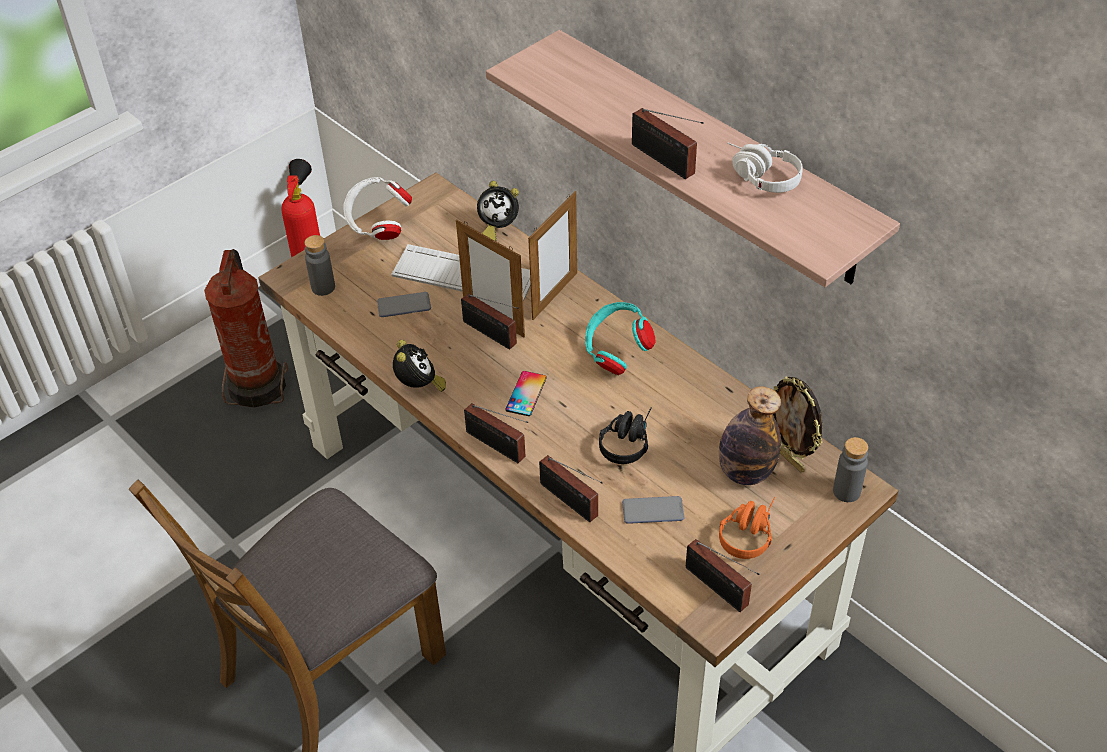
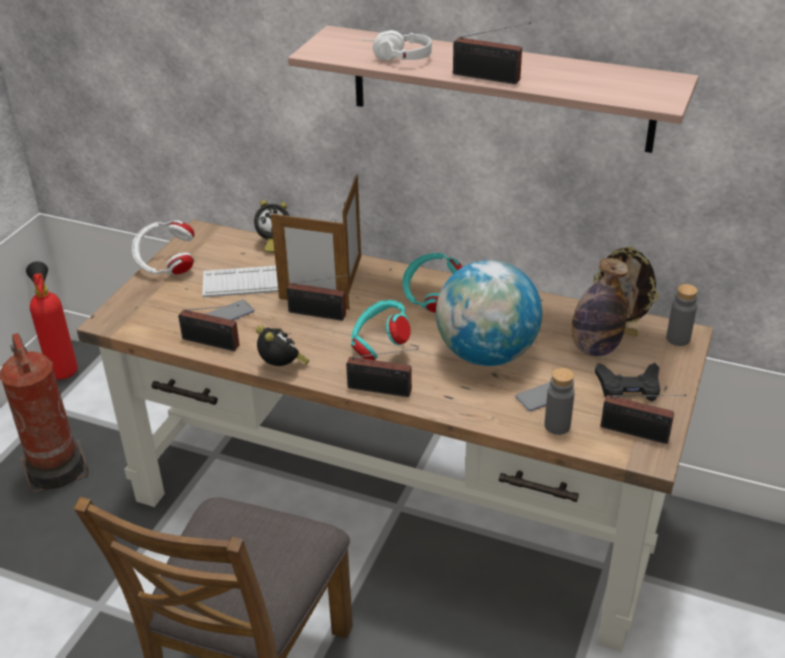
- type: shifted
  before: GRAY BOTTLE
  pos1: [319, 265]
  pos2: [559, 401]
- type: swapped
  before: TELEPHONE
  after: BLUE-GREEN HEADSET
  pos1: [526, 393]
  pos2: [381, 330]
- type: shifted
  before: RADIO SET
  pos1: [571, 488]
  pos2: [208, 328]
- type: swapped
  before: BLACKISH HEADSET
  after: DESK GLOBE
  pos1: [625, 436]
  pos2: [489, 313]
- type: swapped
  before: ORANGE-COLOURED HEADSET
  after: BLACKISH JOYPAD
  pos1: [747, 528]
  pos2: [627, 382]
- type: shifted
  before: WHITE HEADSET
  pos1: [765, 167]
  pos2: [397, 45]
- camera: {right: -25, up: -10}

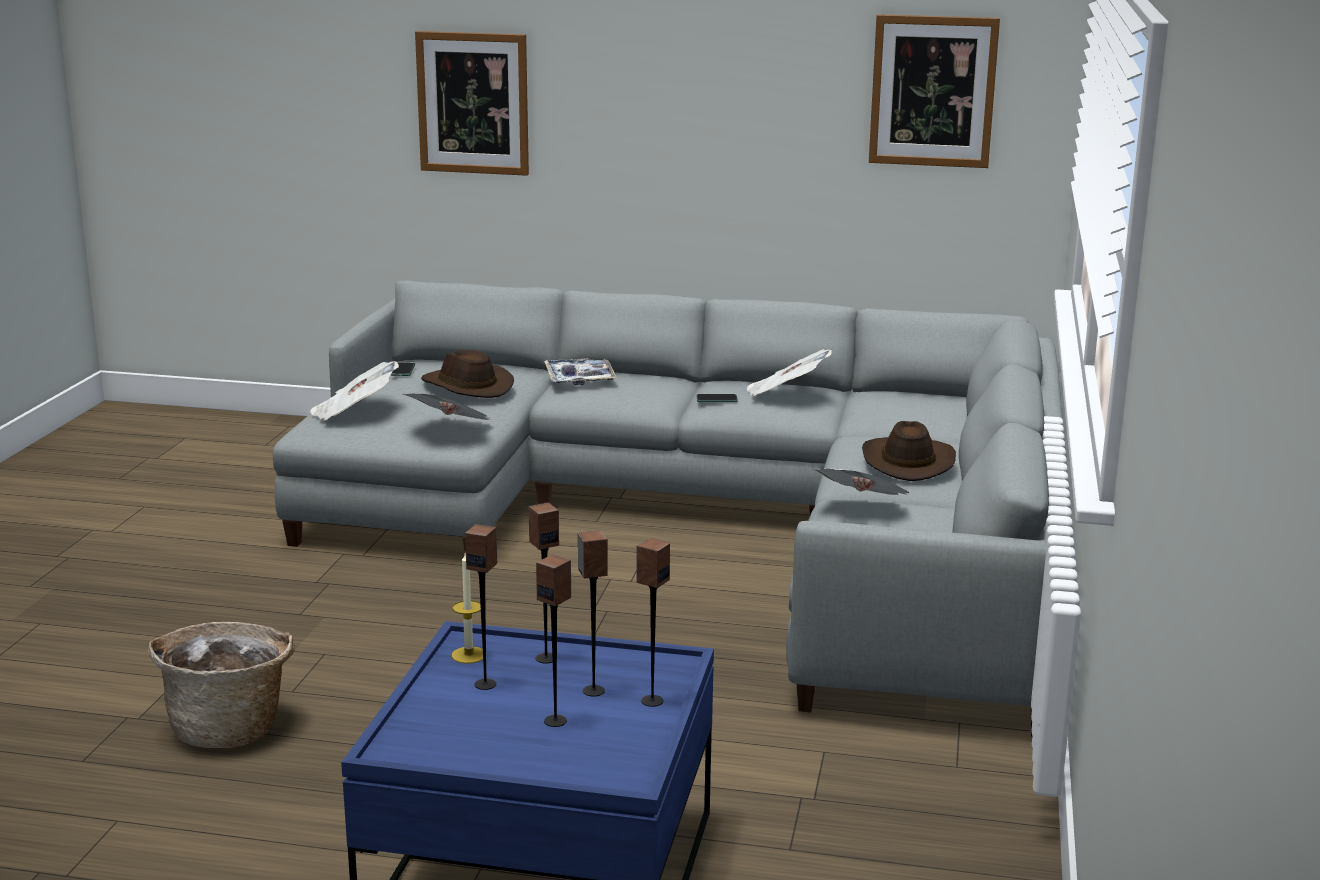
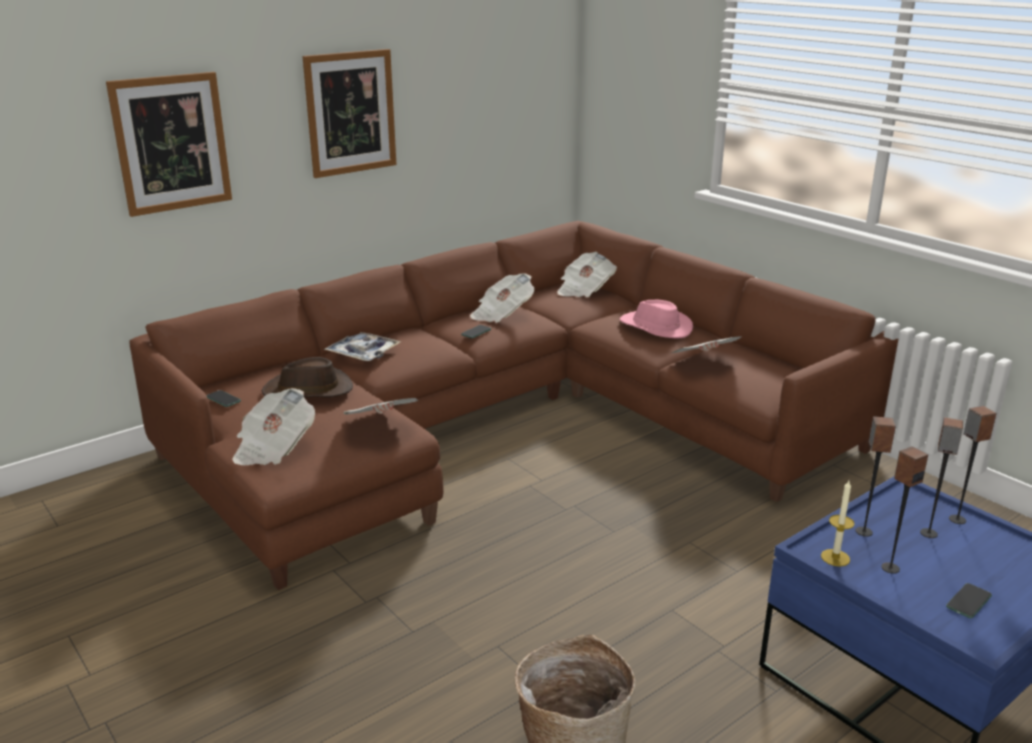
- type: repainted
  before: GRAY SETTEE
  after: BROWN SETTEE
  pos1: [673, 508]
  pos2: [514, 405]
- type: gone
  before: SPEAKER
  pos1: [553, 640]
- type: repainted
  before: BROWN CLOTHING HAT
  after: PINKISH CLOTHING HAT
  pos1: [909, 451]
  pos2: [656, 319]
- type: shifted
  before: WALL ART
  pos1: [934, 91]
  pos2: [349, 113]
- type: new
  after: DAILY PAPER
  pos2: [587, 274]
- type: new
  after: TELEPHONE
  pos2: [969, 600]
- camera: {right: -50, up: 5}

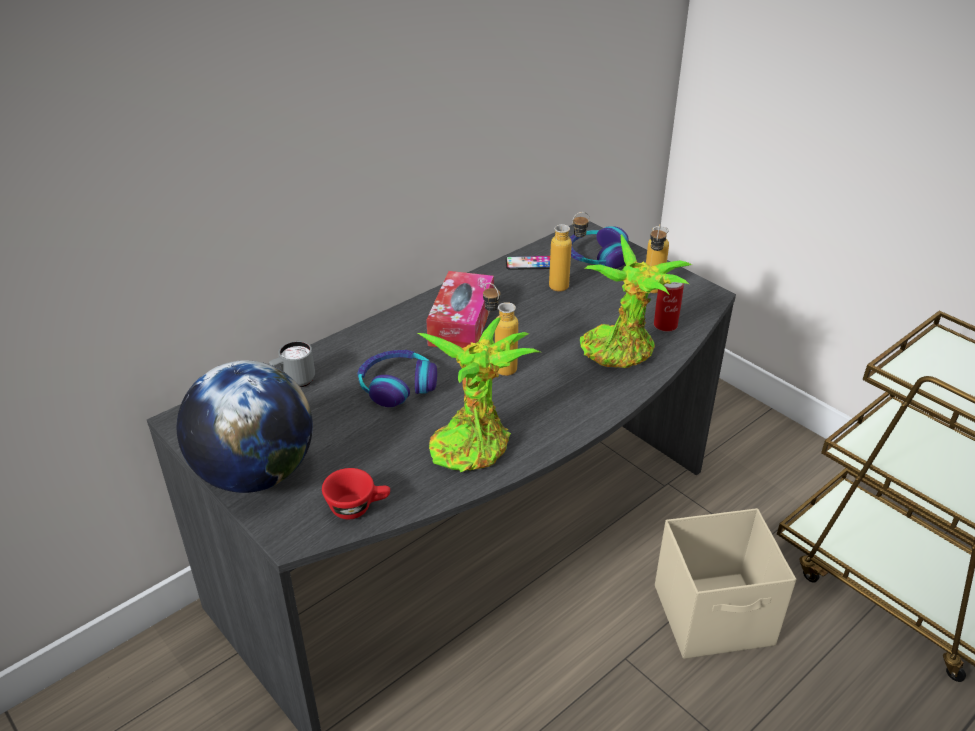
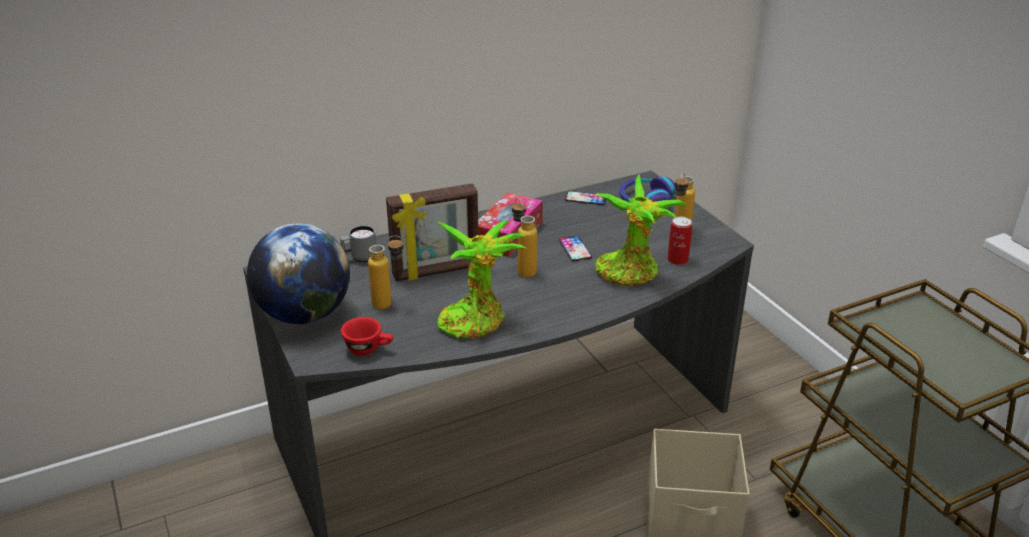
- type: swapped
  before: HEADSET
  after: PICTURE FRAME
  pos1: [397, 378]
  pos2: [432, 232]
- type: shifted
  before: BOTTLE
  pos1: [569, 251]
  pos2: [386, 272]
- type: new
  after: TELEPHONE
  pos2: [575, 248]
- camera: {right: 15, up: -5}

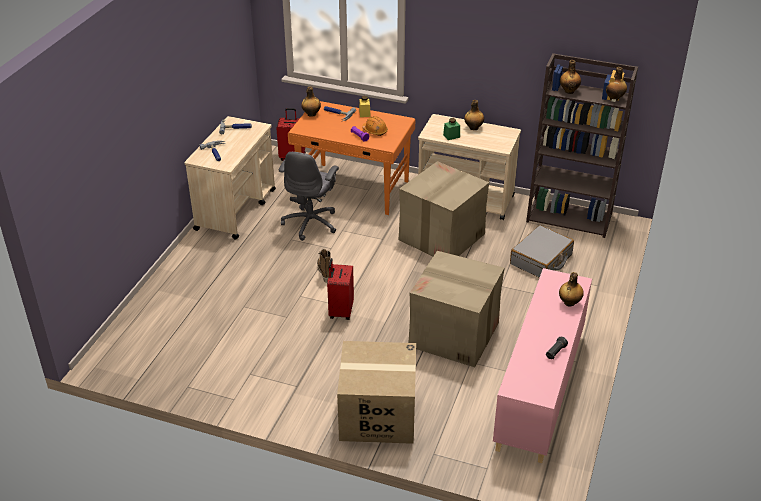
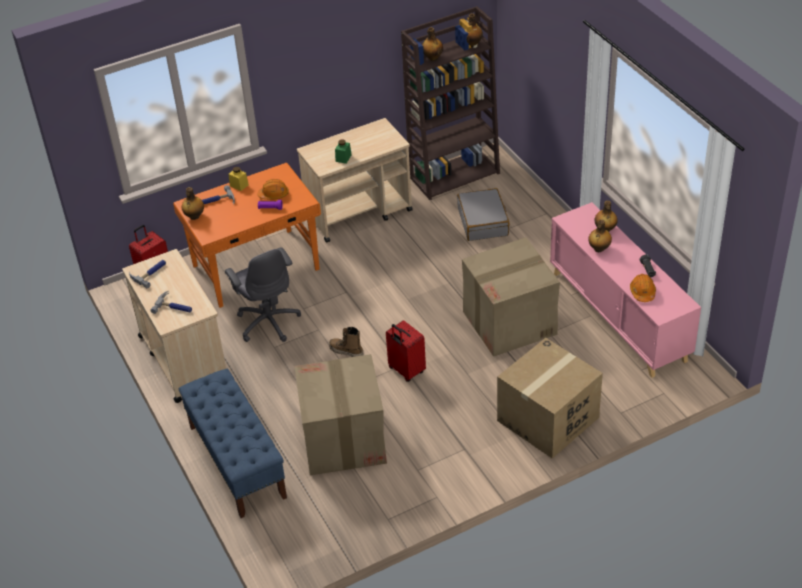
- type: shifted
  before: PACKING BOX
  pos1: [444, 208]
  pos2: [340, 414]
- type: shifted
  before: BOTTLE
  pos1: [474, 115]
  pos2: [600, 235]
- type: new
  after: BLUISH LONG SEAT
  pos2: [233, 443]
- type: new
  after: ORANGE-COLOURED SAFETY HELMET
  pos2: [643, 288]
- camera: {right: -45, up: 5}

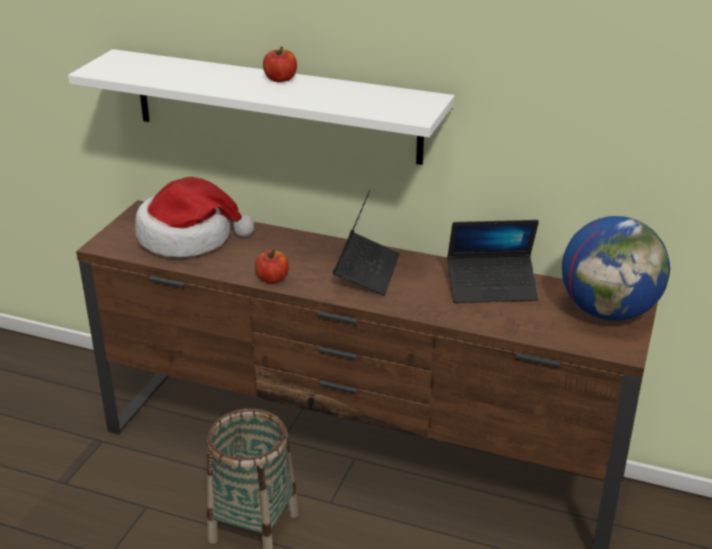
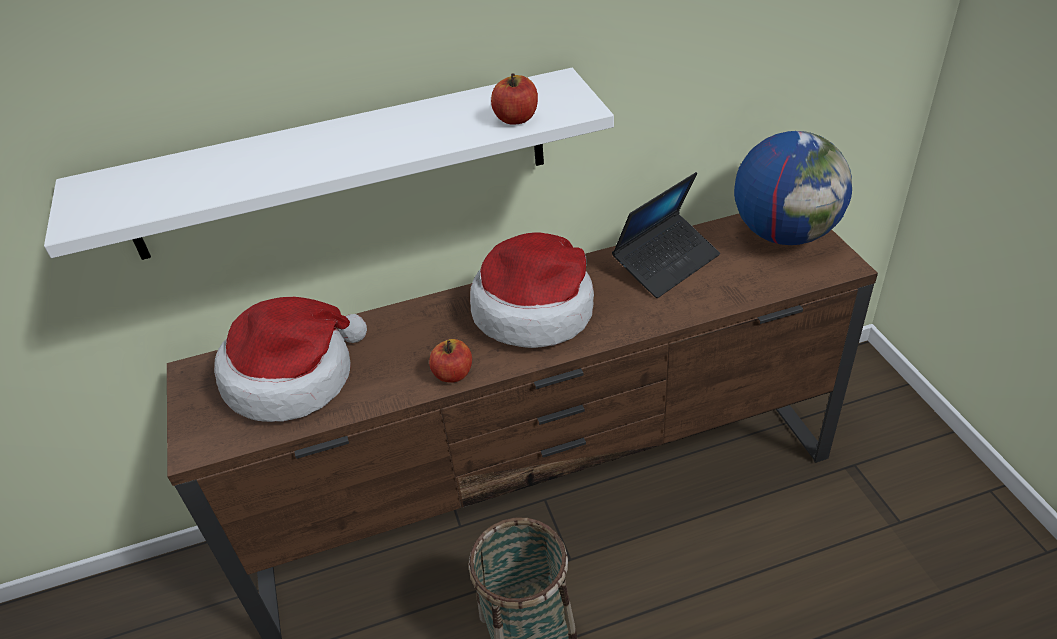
- type: shifted
  before: APPLE
  pos1: [280, 64]
  pos2: [514, 98]
- type: swapped
  before: LAPTOP
  after: CLOTHING HAT
  pos1: [366, 243]
  pos2: [532, 290]
- camera: {right: -35, up: 10}

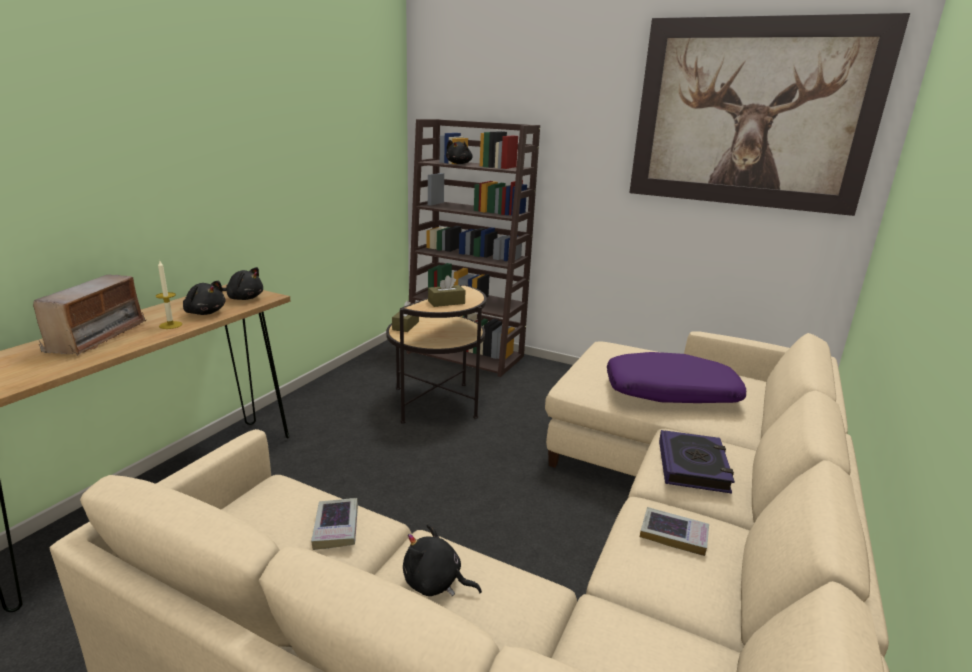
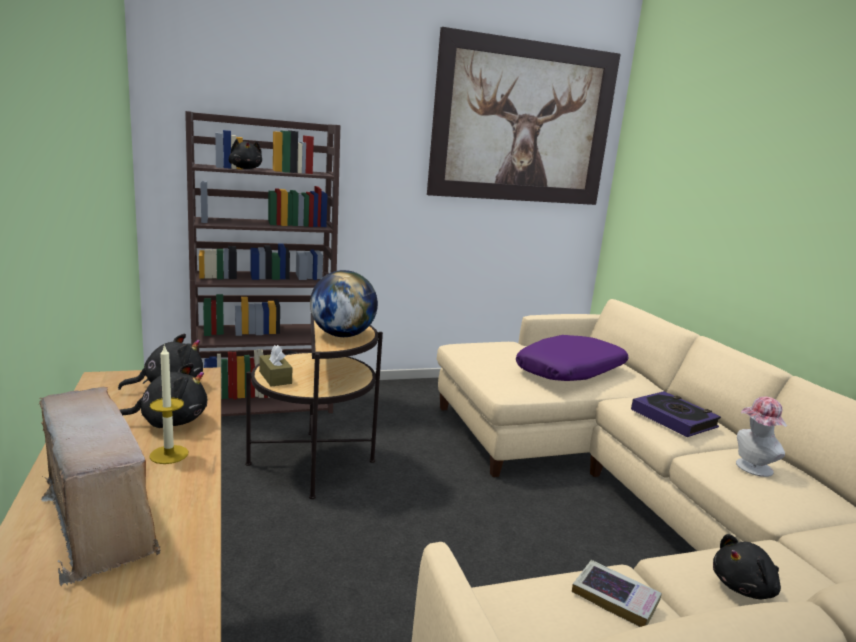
- type: swapped
  before: BROWN BOX OF TISSUES
  after: DESK GLOBE
  pos1: [447, 291]
  pos2: [344, 303]
- type: swapped
  before: BOUND BOOK
  after: CLOTHING HAT
  pos1: [674, 531]
  pos2: [761, 436]
- camera: {right: -45, up: -5}

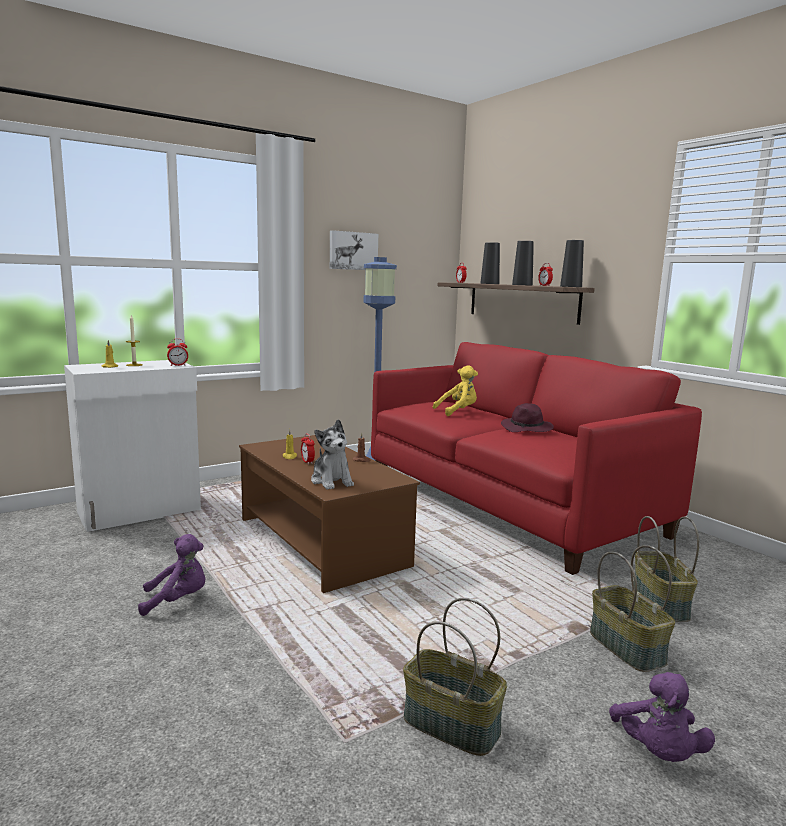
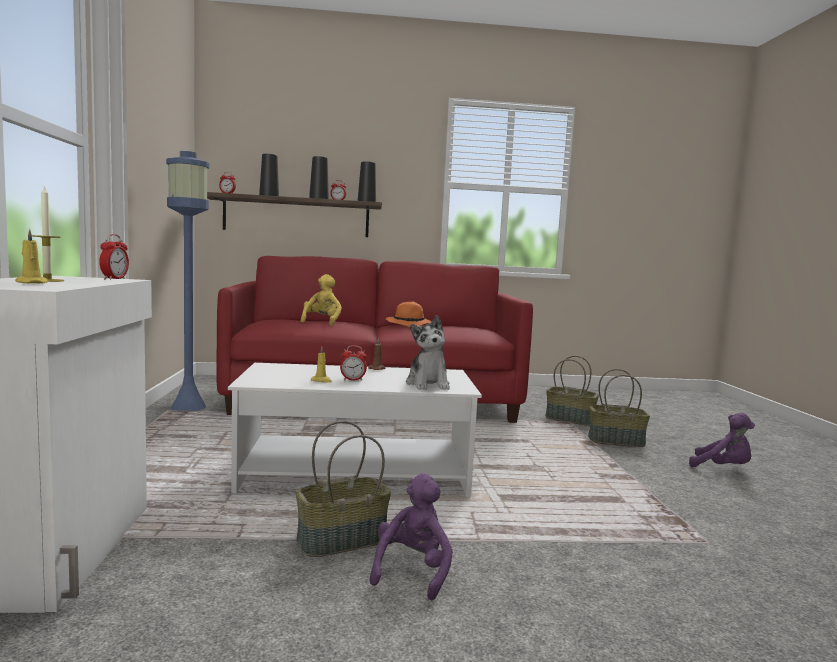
- type: repainted
  before: BROWN COFFEE TABLE
  after: WHITE COFFEE TABLE
  pos1: [329, 514]
  pos2: [355, 430]
- type: rotated
  before: SOFT TOY
  pos1: [332, 454]
  pos2: [428, 352]
  turn: 75
- type: gone
  before: WALL ART
  pos1: [354, 250]
- type: shifted
  before: HOUSEHOLD BASKET
  pos1: [455, 677]
  pos2: [343, 489]
- type: repainted
  before: PURPLE-COLOURED CLOTHING HAT
  after: ORANGE-COLOURED CLOTHING HAT
  pos1: [527, 417]
  pos2: [409, 314]
- camera: {right: -60, up: -5}

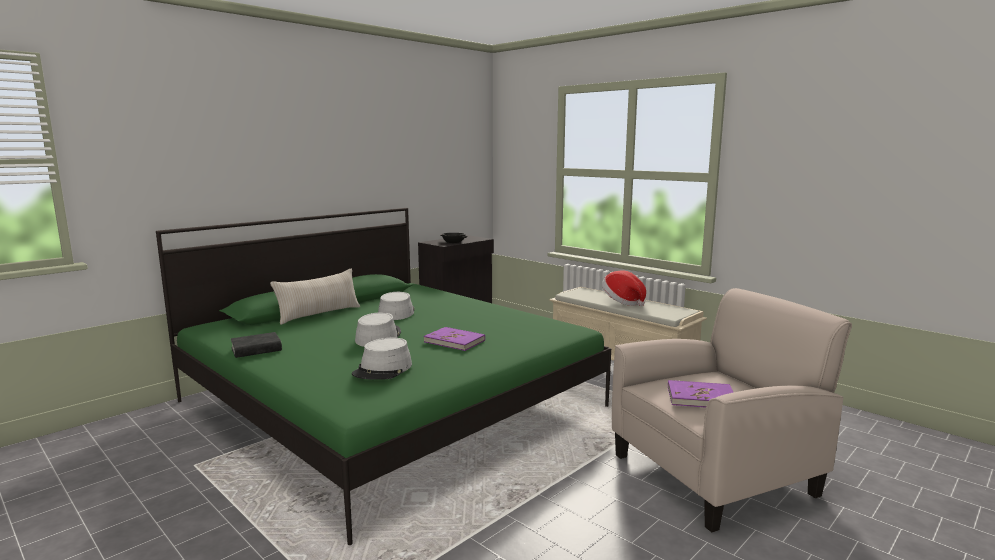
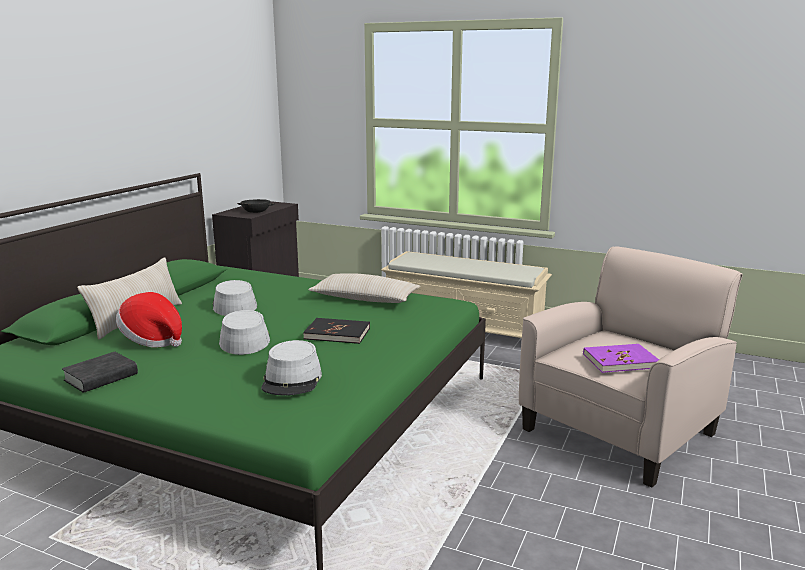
- type: repainted
  before: PURPLE-COLOURED BOUND BOOK
  after: BLACKISH BOUND BOOK
  pos1: [454, 339]
  pos2: [336, 331]
- type: shifted
  before: CLOTHING HAT
  pos1: [624, 288]
  pos2: [149, 319]
- type: new
  after: SAND-COLOURED CUSHION
  pos2: [364, 288]
- camera: {right: -20, up: 5}

